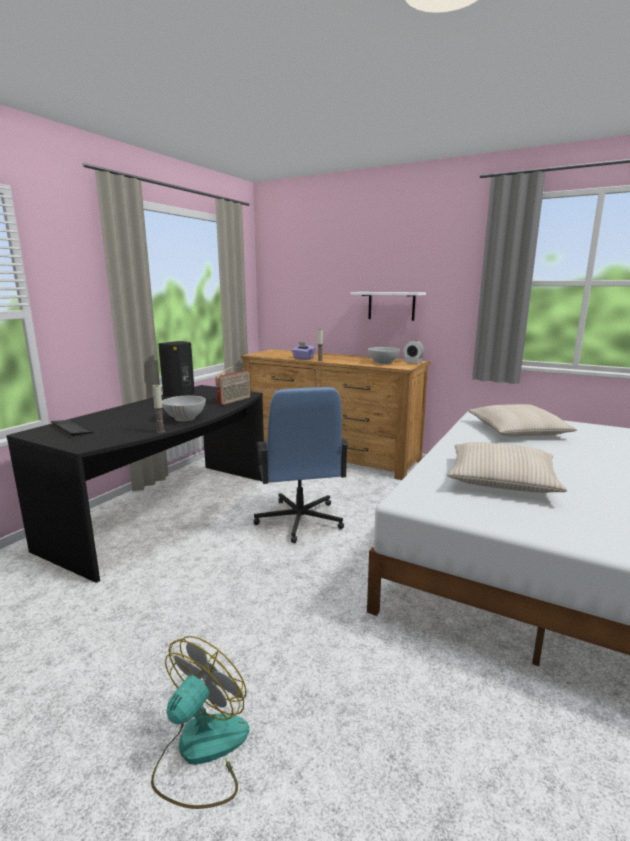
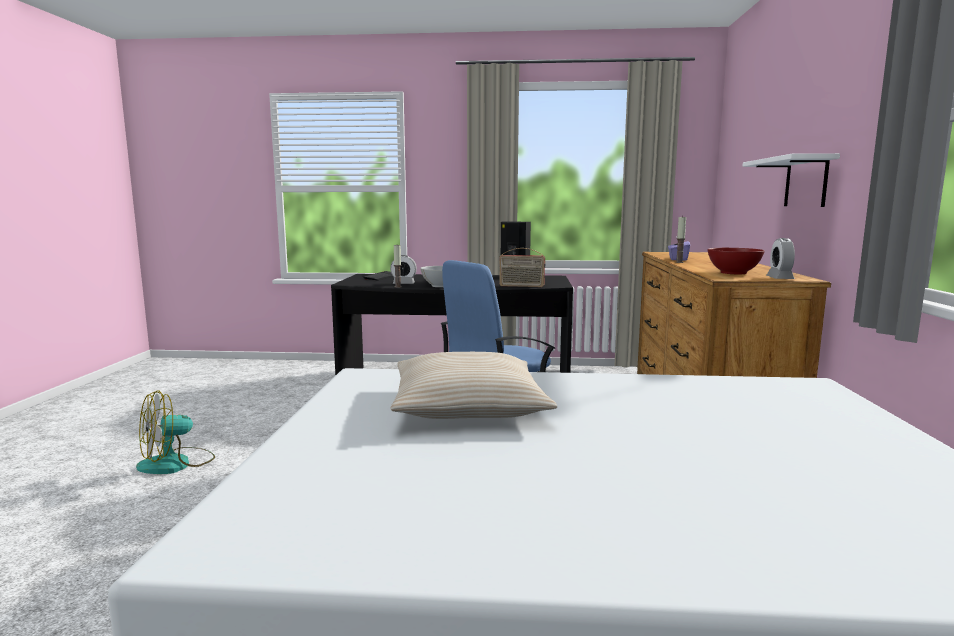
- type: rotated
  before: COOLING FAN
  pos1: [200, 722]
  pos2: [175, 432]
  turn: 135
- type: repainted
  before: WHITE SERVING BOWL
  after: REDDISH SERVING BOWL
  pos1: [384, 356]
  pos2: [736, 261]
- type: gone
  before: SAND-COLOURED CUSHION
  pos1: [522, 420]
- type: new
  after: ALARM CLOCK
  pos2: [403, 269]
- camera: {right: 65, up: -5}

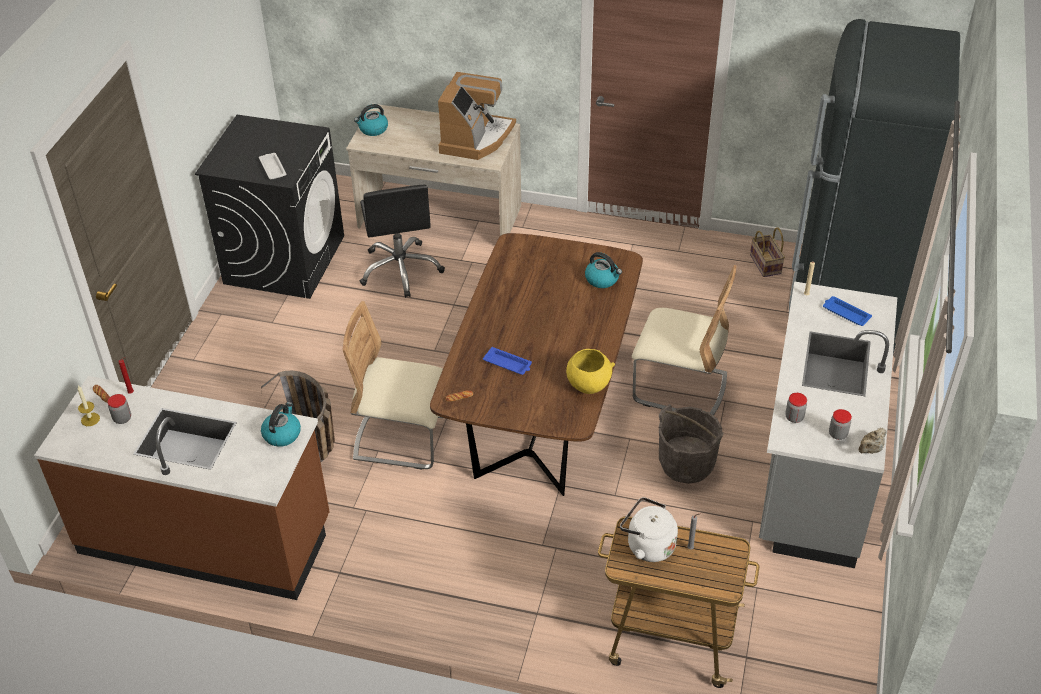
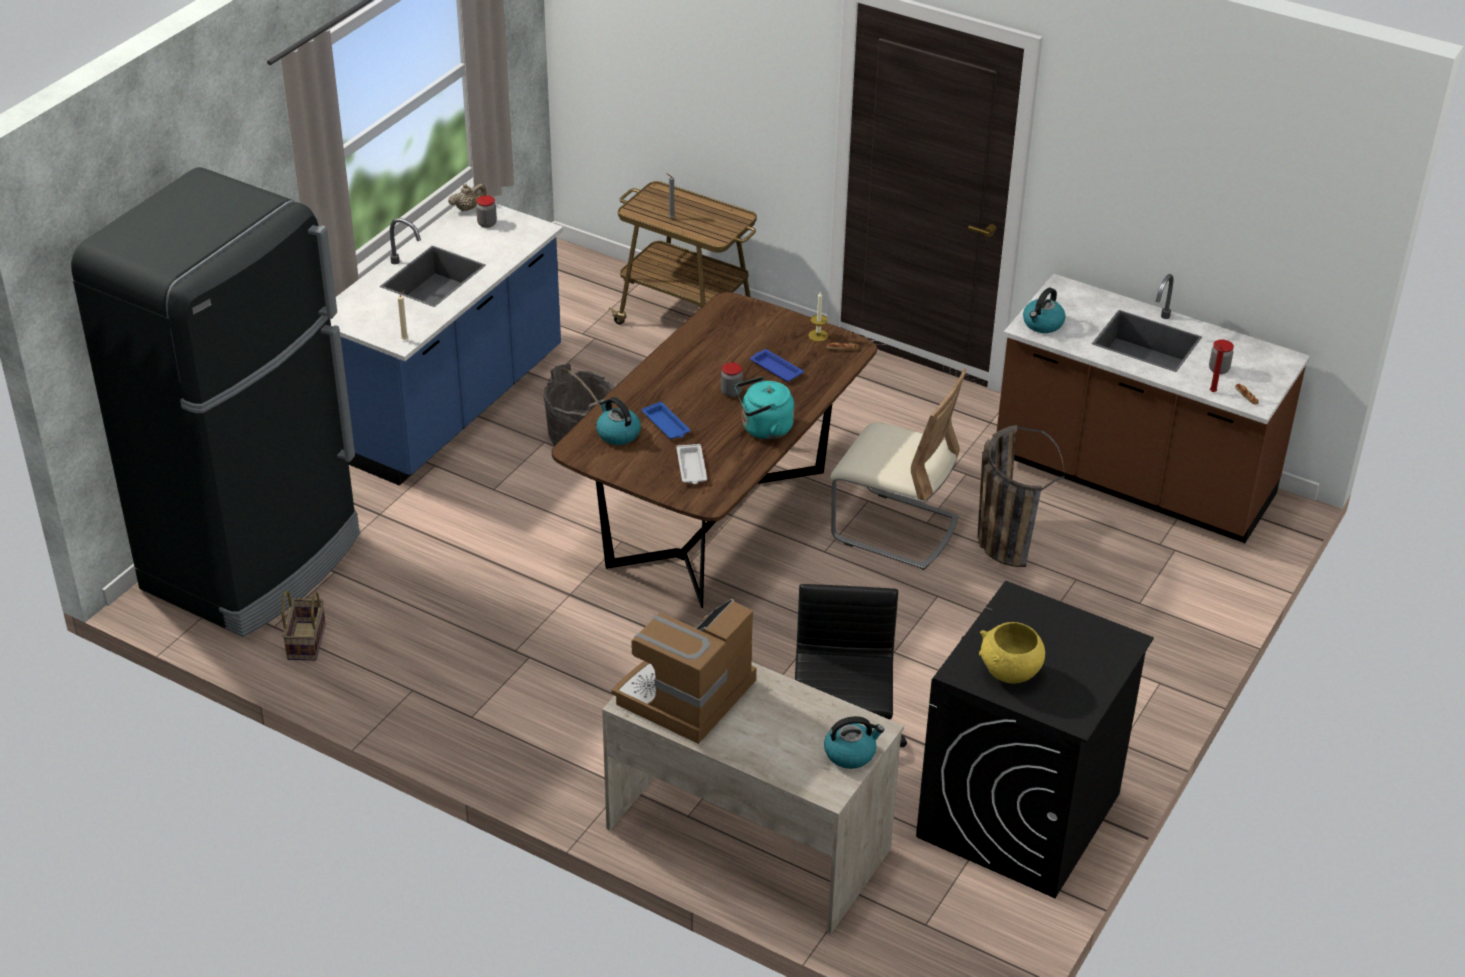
- type: shifted
  before: WAX CANDLE
  pos1: [89, 405]
  pos2: [818, 316]
- type: shifted
  before: WHITE CARRYING TRAY
  pos1: [272, 166]
  pos2: [691, 464]
- type: shifted
  before: YELLOW SERVING BOWL
  pos1: [590, 371]
  pos2: [1012, 653]
- type: gone
  before: WHITE WATER KETTLE
  pos1: [649, 529]
- type: gone
  before: SAND-COLOURED CHAIR
  pos1: [684, 340]
- type: repainted
  before: GRAY KITCHEN BASE UNIT
  after: BLUISH KITCHEN BASE UNIT
  pos1: [828, 424]
  pos2: [446, 344]
- type: shifted
  before: PRESERVE JAR
  pos1: [796, 408]
  pos2: [732, 380]
- type: shifted
  before: BLUISH CARRYING TRAY
  pos1: [847, 311]
  pos2: [666, 420]
- type: new
  after: BLUE-GREEN WATER KETTLE
  pos2: [764, 408]
- camera: {right: -165, up: -5}

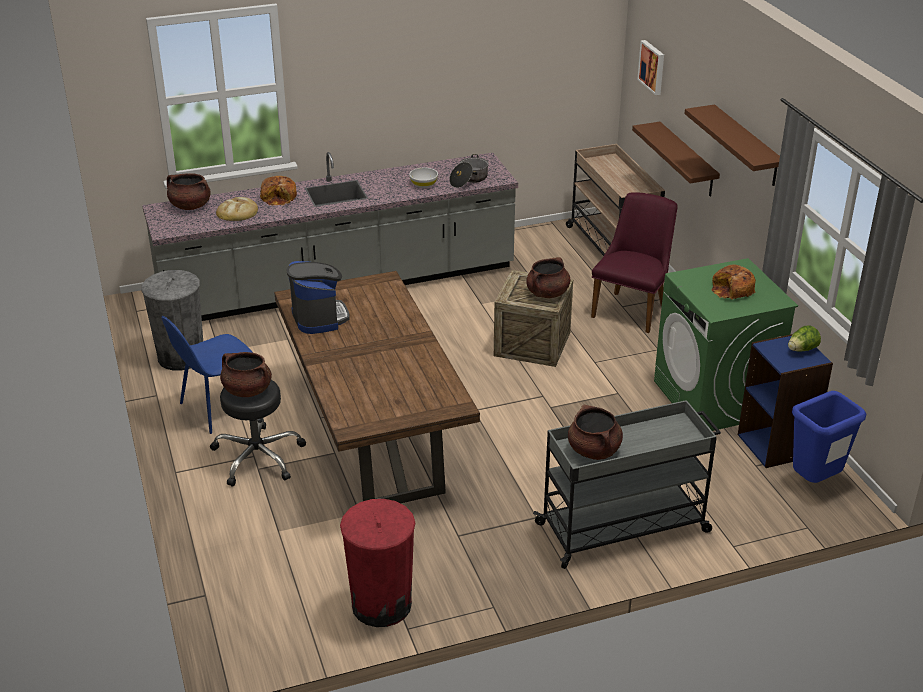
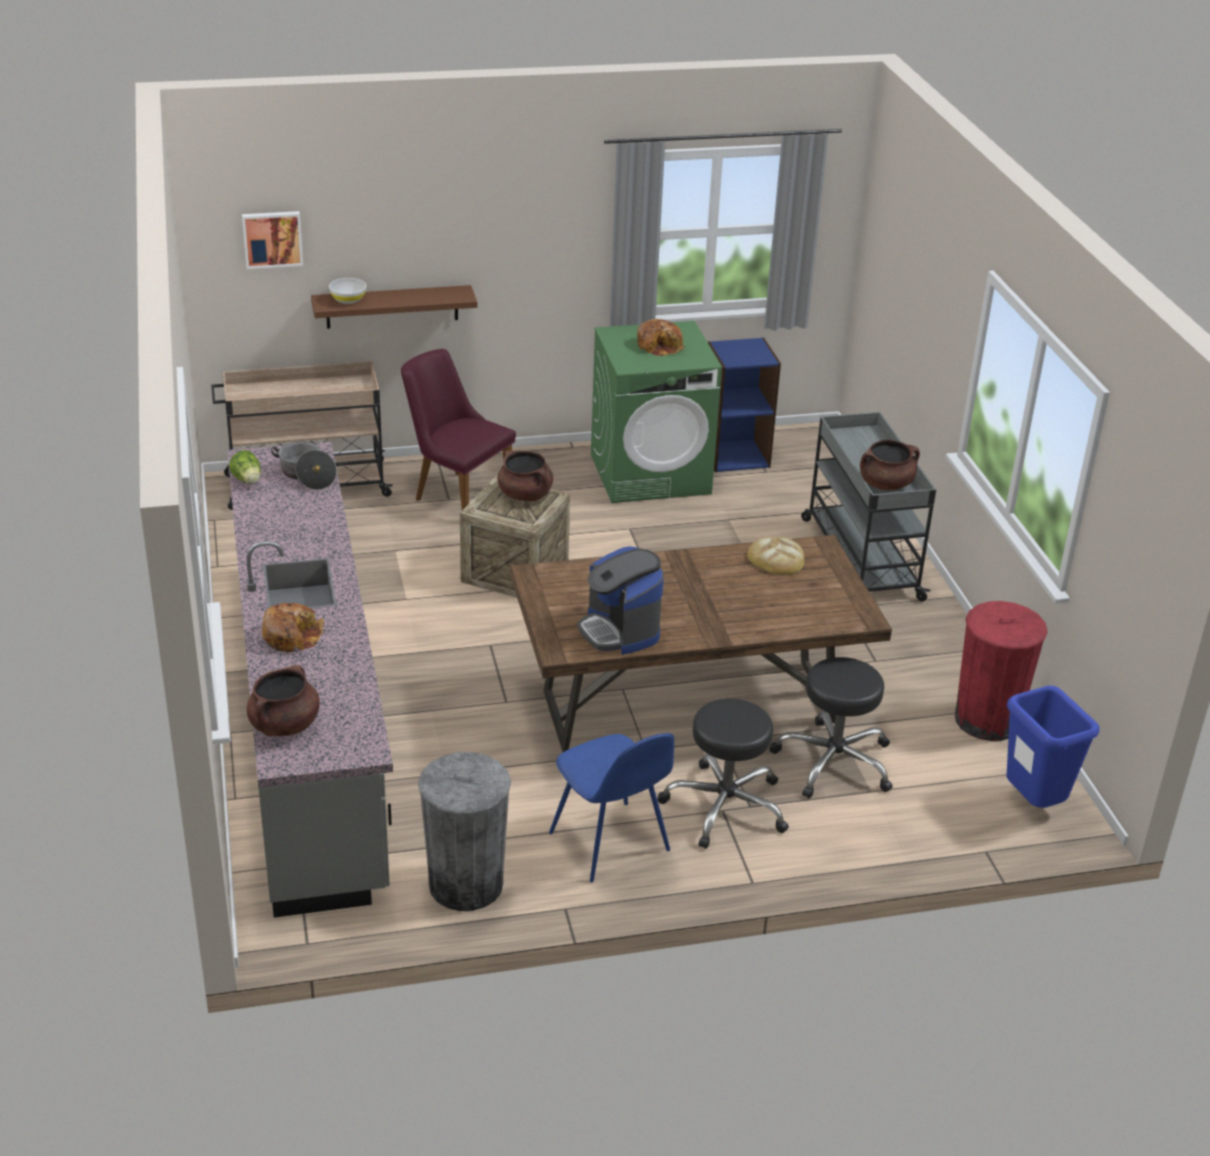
- type: shifted
  before: BREAD
  pos1: [237, 209]
  pos2: [775, 556]
- type: gone
  before: BROWN COOKING POT
  pos1: [246, 374]
- type: rotated
  before: COFFEE BREWER
  pos1: [318, 297]
  pos2: [620, 600]
  turn: -105
- type: shifted
  before: WHITE SERVING BOWL
  pos1: [423, 178]
  pos2: [347, 291]
- type: gone
  before: BROWN BRACKET SHELF
  pos1: [732, 145]
- type: shifted
  before: HEAD OF LETTUCE
  pos1: [804, 338]
  pos2: [245, 467]
- type: shifted
  before: BLUISH RUBBISH BIN
  pos1: [829, 437]
  pos2: [1053, 747]
- type: new
  after: BLACKISH STOOL SEAT
  pos2: [831, 727]
- camera: {right: -85, up: 0}

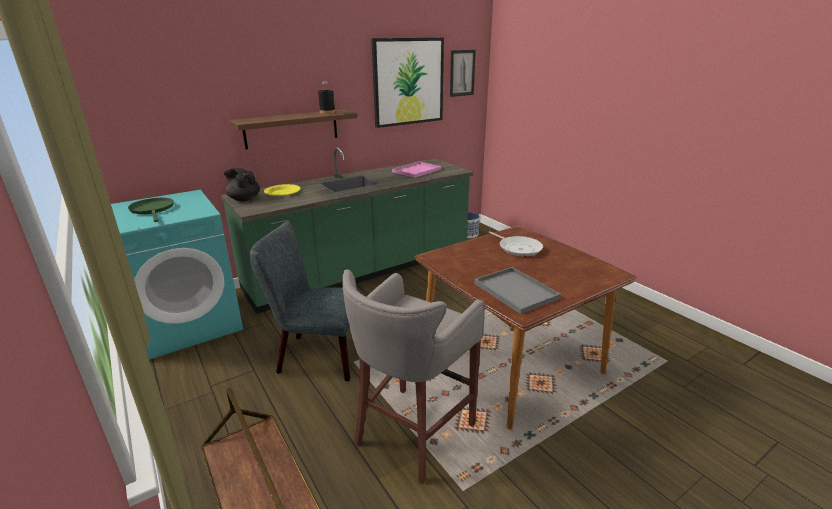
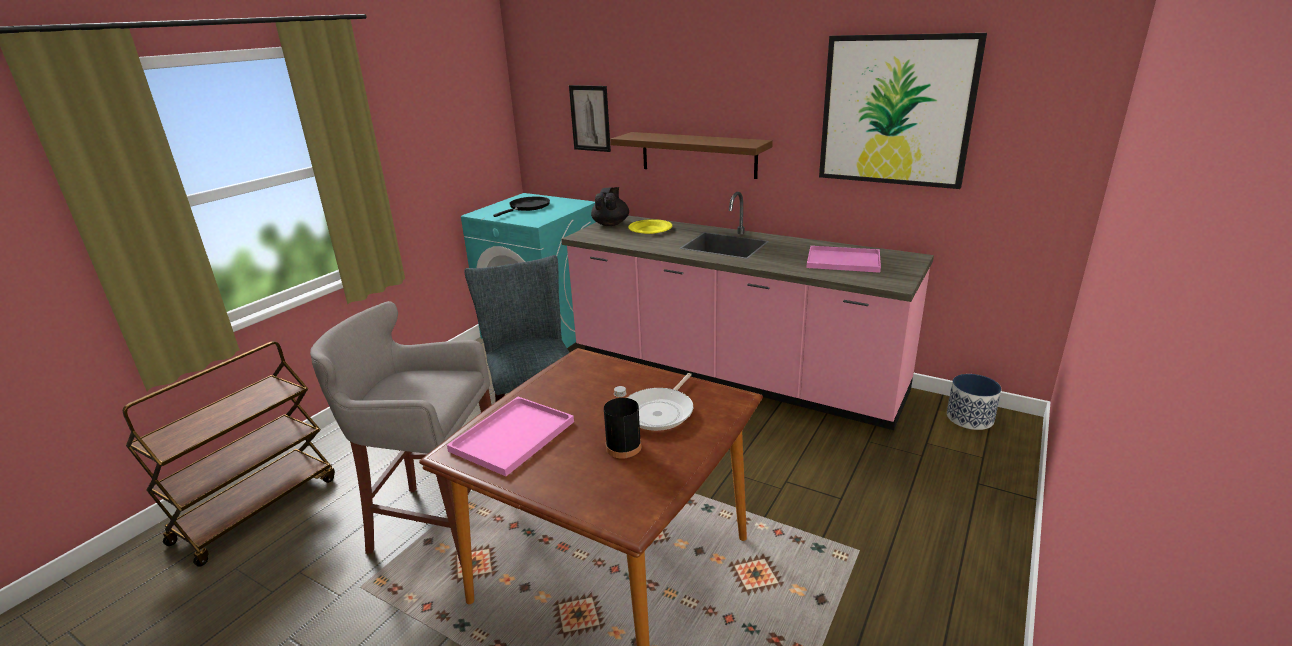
- type: repainted
  before: GREENISH SKILLET
  after: BLACKISH SKILLET
  pos1: [151, 210]
  pos2: [521, 207]
- type: repainted
  before: GREENISH KITCHEN BASE UNIT
  after: PINKISH KITCHEN BASE UNIT
  pos1: [347, 230]
  pos2: [747, 311]
- type: shifted
  before: BLACKISH BOTTLE
  pos1: [326, 97]
  pos2: [622, 422]
- type: shifted
  before: WALL ART
  pos1: [463, 73]
  pos2: [590, 118]
- type: repainted
  before: GRAY CARRYING TRAY
  after: PINKISH CARRYING TRAY
  pos1: [517, 290]
  pos2: [510, 436]
- camera: {right: 65, up: 0}

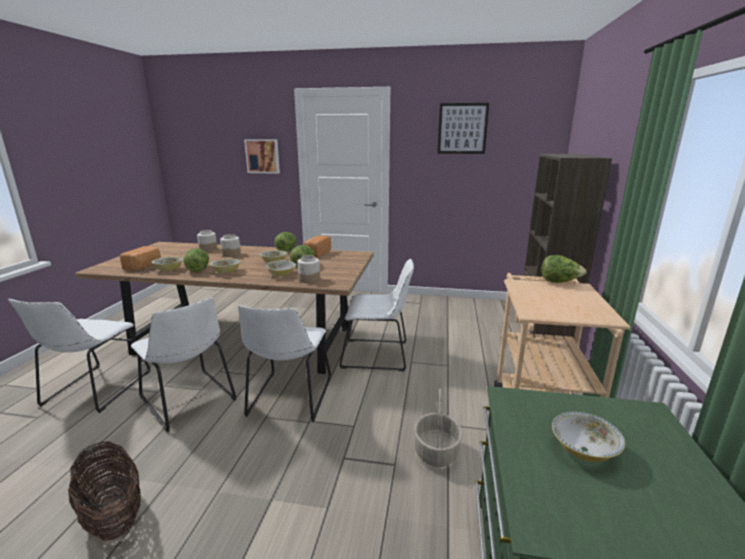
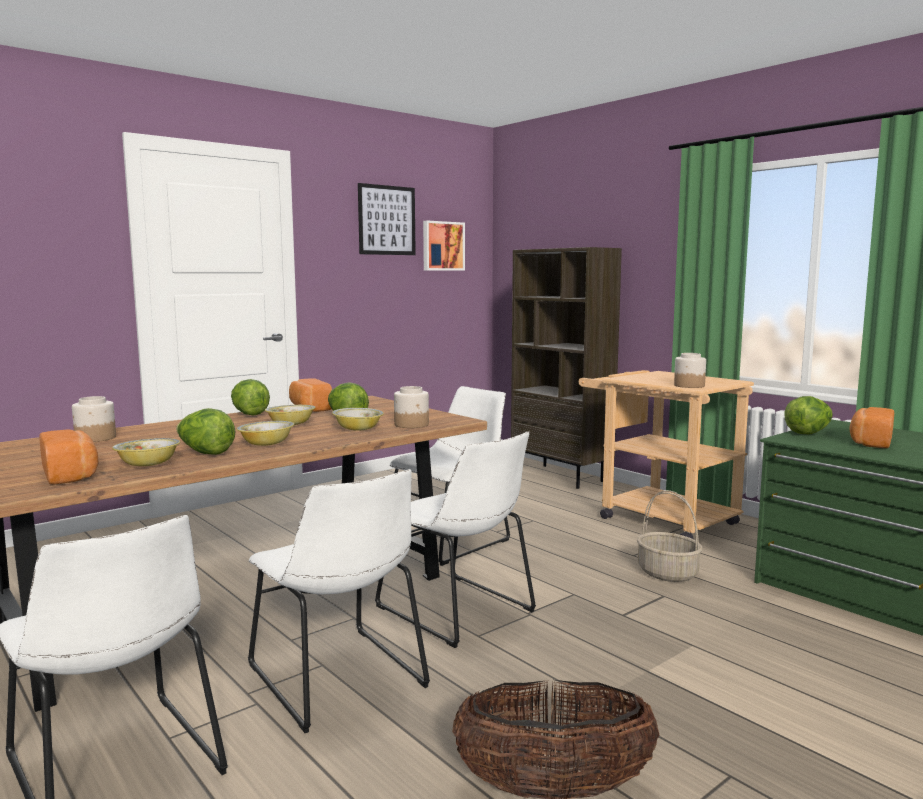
- type: rotated
  before: WHITE CHAIR
  pos1: [184, 364]
  pos2: [339, 601]
  turn: 60
- type: shifted
  before: PRESERVE JAR
  pos1: [230, 245]
  pos2: [690, 370]
- type: shifted
  before: WALL ART
  pos1: [262, 156]
  pos2: [444, 246]
- type: shifted
  before: HEAD OF LETTUCE
  pos1: [563, 269]
  pos2: [808, 415]
- type: swapped
  before: SERVING BOWL
  after: BREAD
  pos1: [588, 437]
  pos2: [872, 427]
- camera: {right: -50, up: -10}

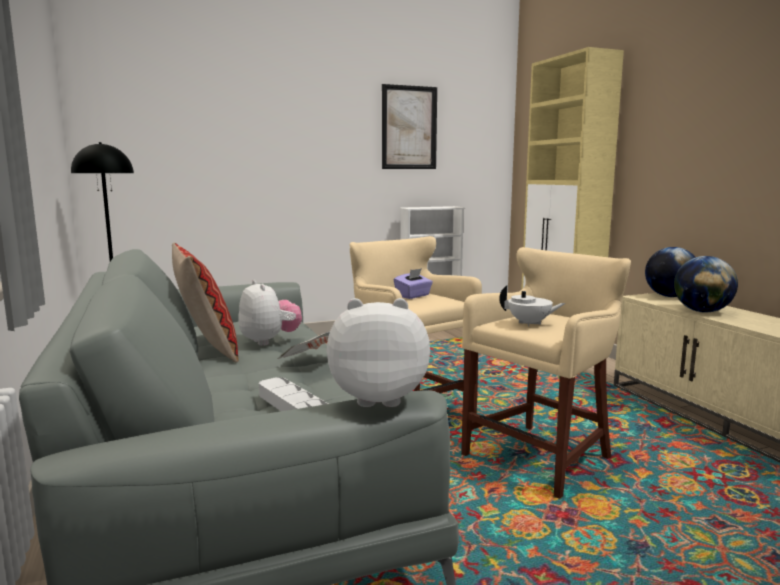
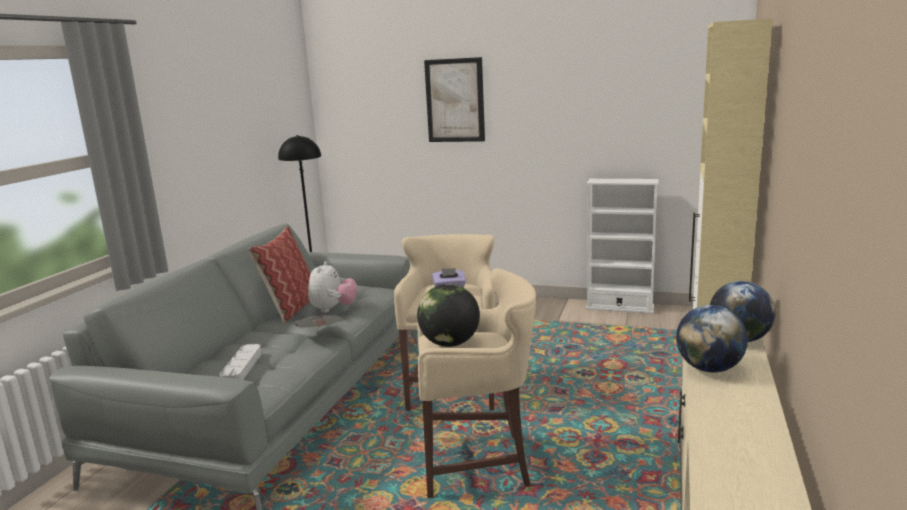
- type: gone
  before: SOFT TOY
  pos1: [378, 352]
- type: shifted
  before: WALL ART
  pos1: [409, 126]
  pos2: [454, 99]
- type: swapped
  before: WHITE TEA POT
  after: DESK GLOBE
  pos1: [532, 306]
  pos2: [448, 315]
- camera: {right: 40, up: 5}

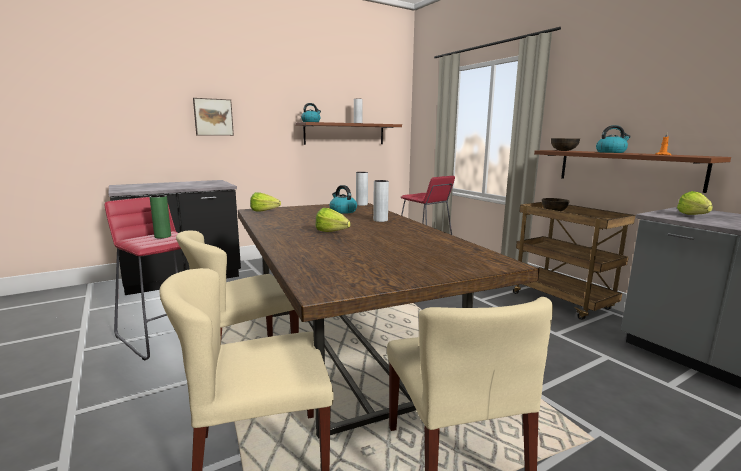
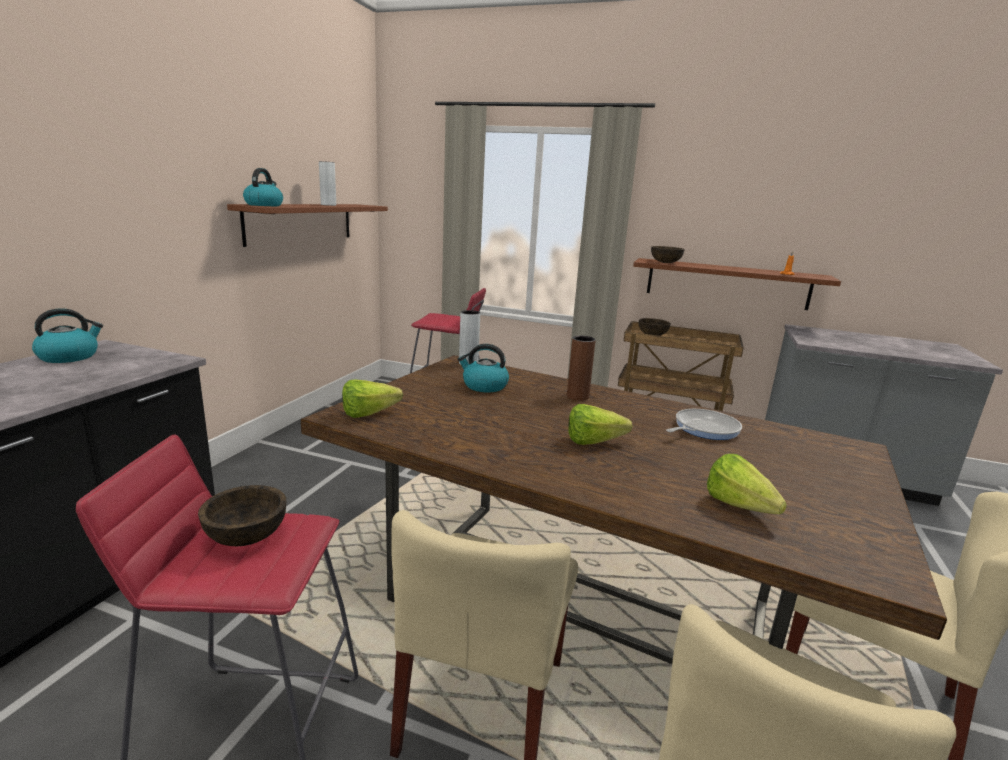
- type: swapped
  before: GREENISH FLOWER VASE
  after: BROWN SERVING BOWL
  pos1: [160, 216]
  pos2: [242, 515]
- type: gone
  before: WALL ART
  pos1: [213, 117]
- type: repainted
  before: GRAY FLOWER VASE
  after: BROWN FLOWER VASE
  pos1: [381, 201]
  pos2: [581, 368]
- type: shifted
  before: WATER KETTLE
  pos1: [613, 139]
  pos2: [67, 335]
- type: shifted
  before: HEAD OF LETTUCE
  pos1: [695, 203]
  pos2: [747, 484]
- type: new
  after: SKILLET
  pos2: [704, 424]
- camera: {right: -40, up: 5}

